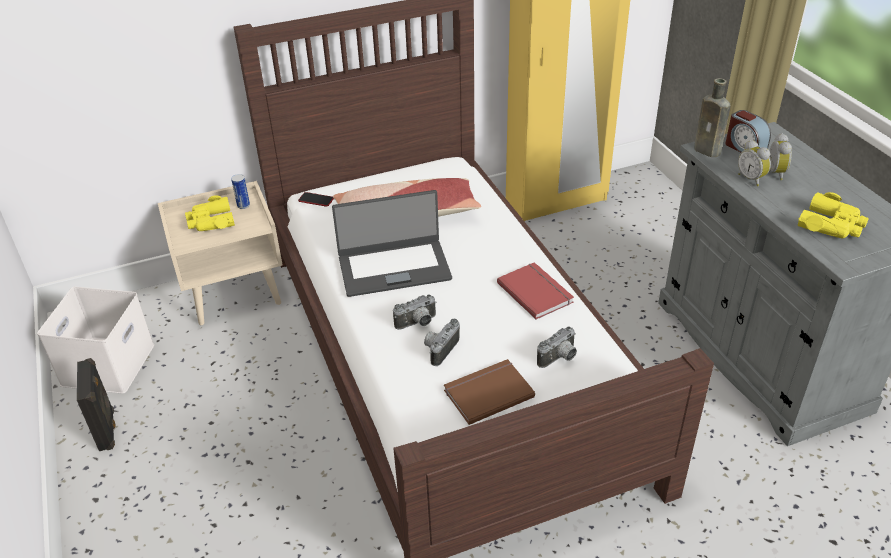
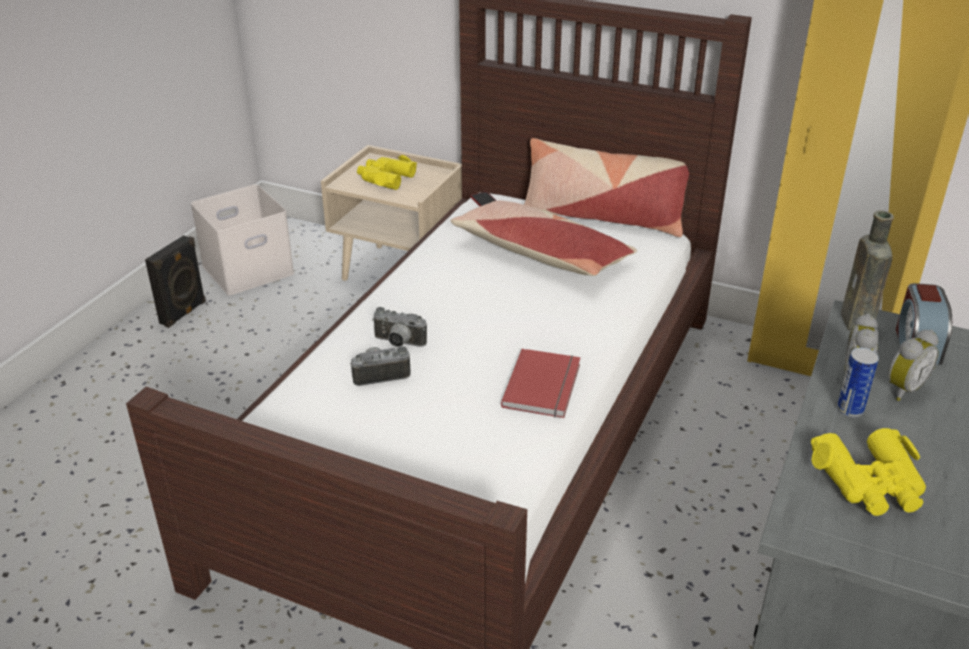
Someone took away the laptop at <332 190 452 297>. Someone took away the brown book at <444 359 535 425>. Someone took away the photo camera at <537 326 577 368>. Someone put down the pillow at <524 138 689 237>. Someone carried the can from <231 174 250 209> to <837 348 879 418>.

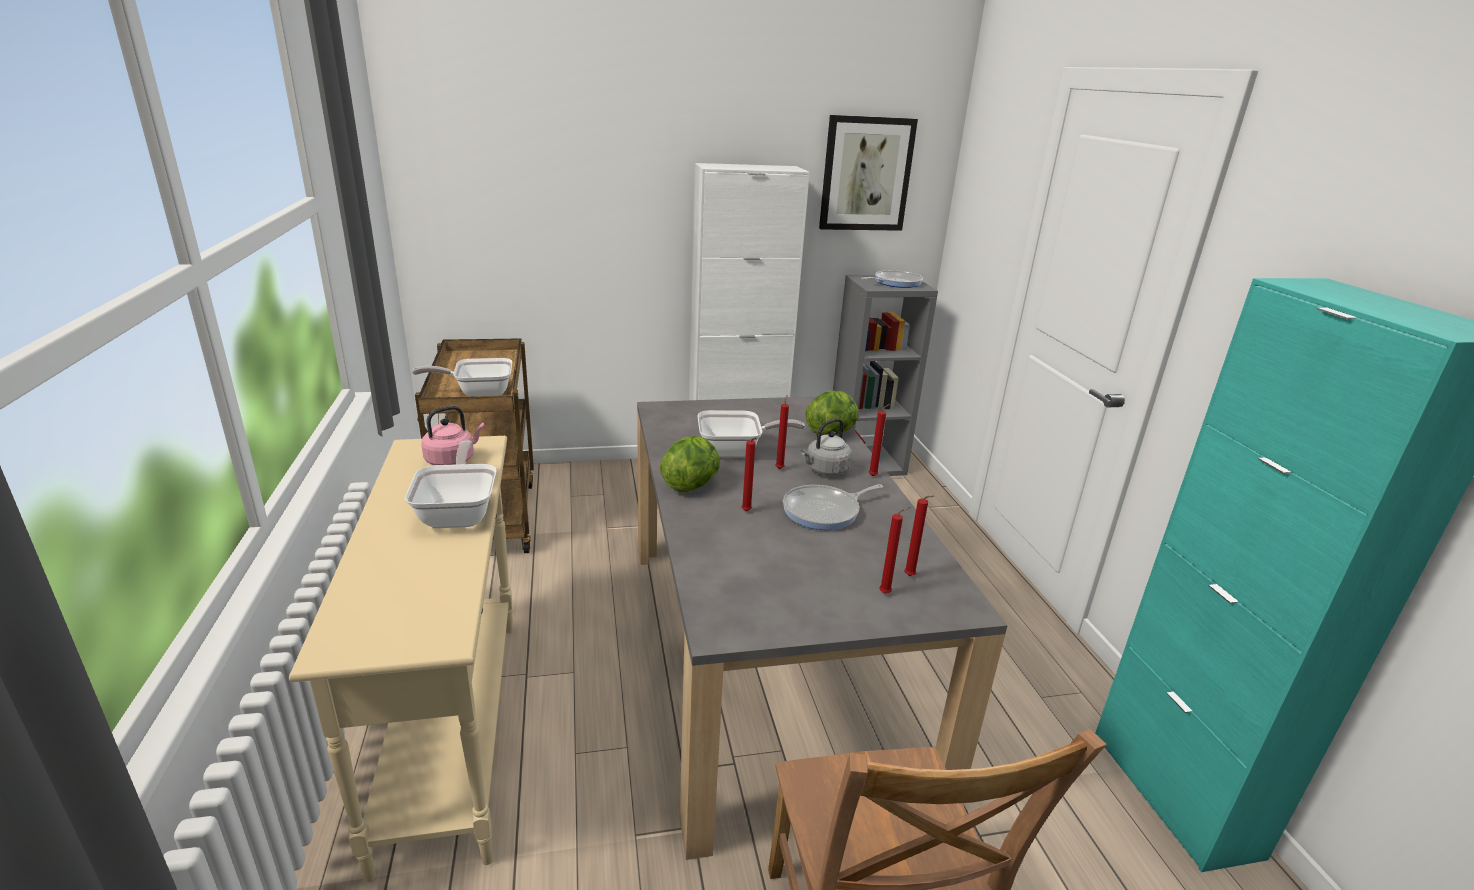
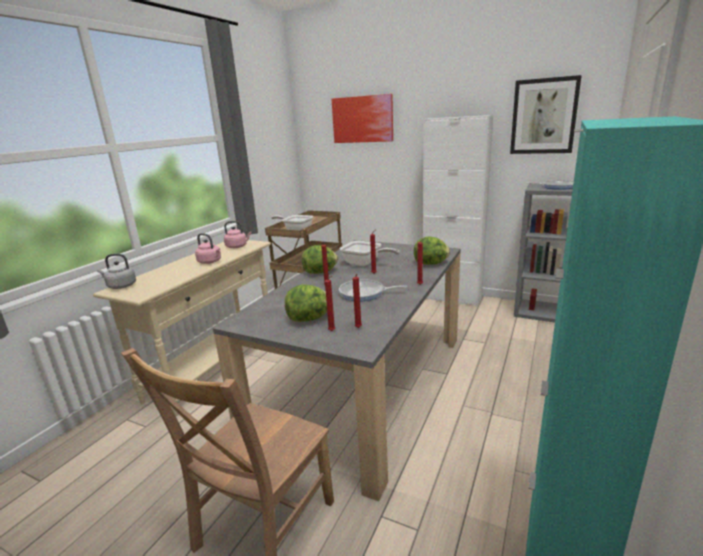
Someone put down the lettuce at <285 285 327 322>. Someone put up the picture at <331 94 393 143>. Someone carried the grey kettle from <801 418 852 476> to <97 254 136 289>. Someone swapped the frying pan at <405 440 496 528> for the pink kettle at <195 233 221 264>.

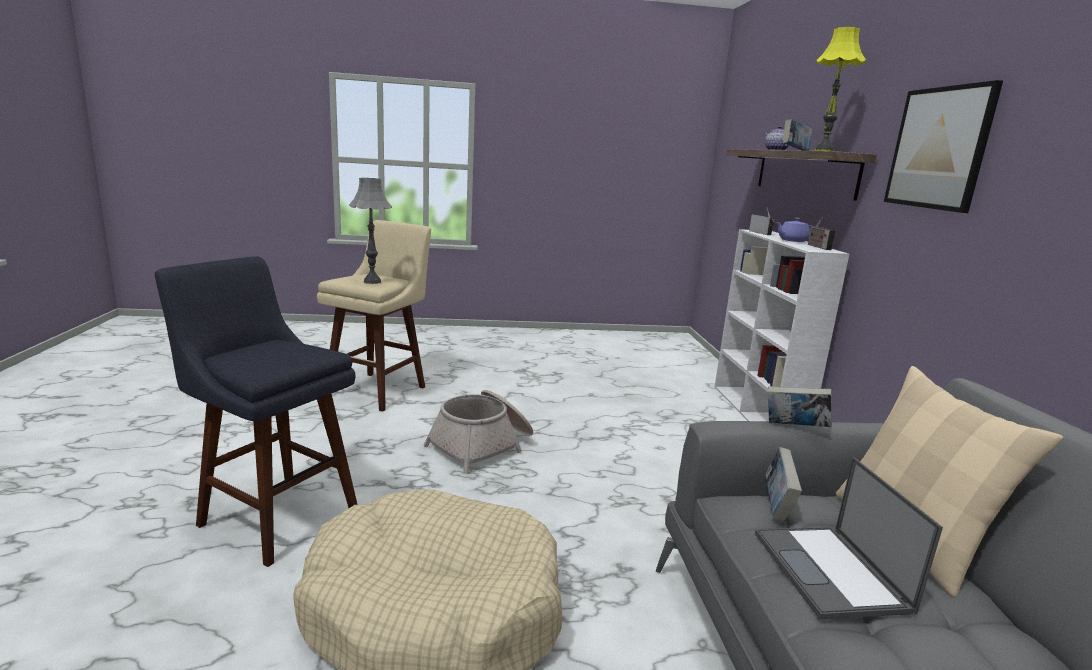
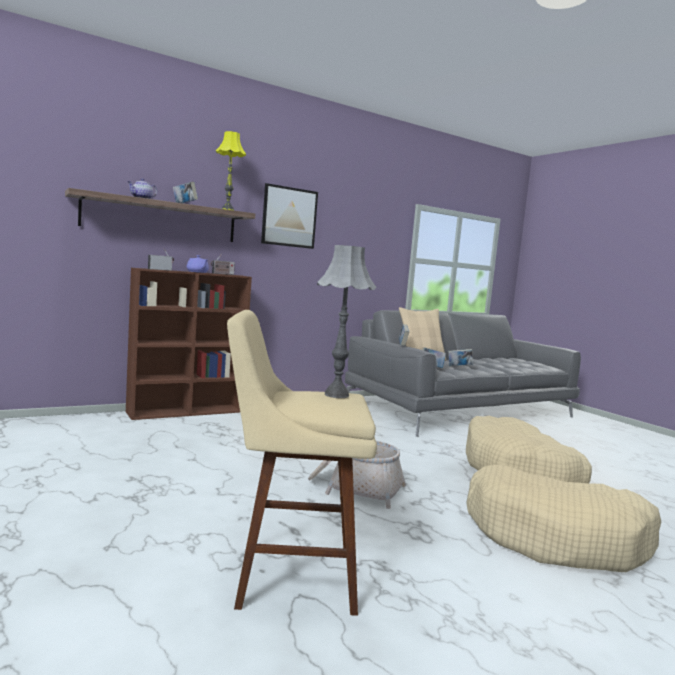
Someone swapped the blue stool at <155 257 358 567> for the beige dog bed at <466 465 661 572>. Someone swapped the laptop at <755 457 943 620> for the book at <448 349 473 366>. Someone repainted the white bookcase at <715 229 849 421>, which became the brown bookcase at <126 268 252 420>.

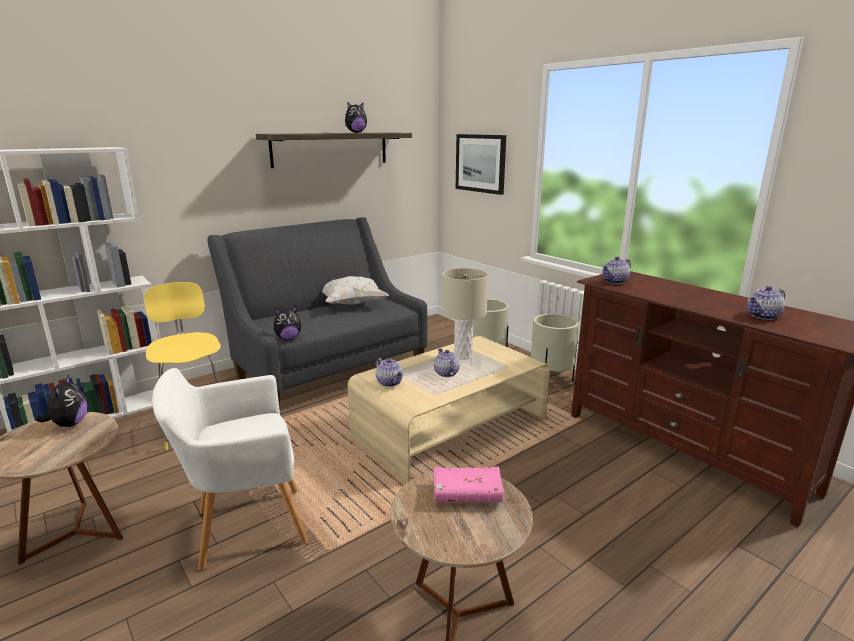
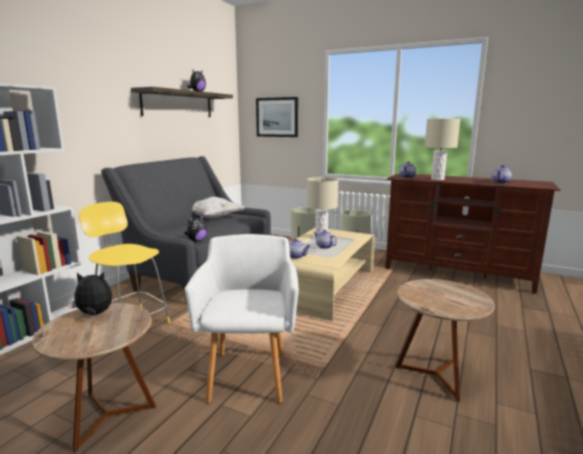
Someone took away the pink book at <433 467 504 502>. Someone put down the beige table lamp at <425 119 460 180>. Someone rotated the plush toy at <36 375 87 427> by 60 degrees counterclockwise. Someone rotated the white armchair at <152 368 309 571> by 135 degrees clockwise.

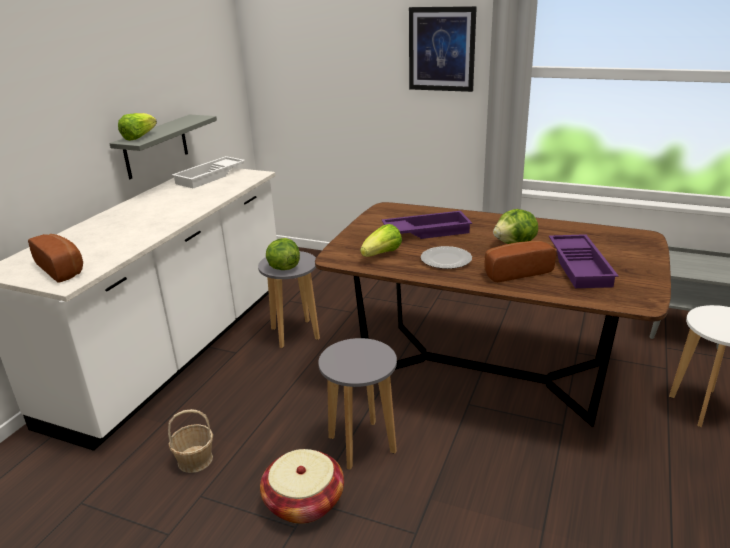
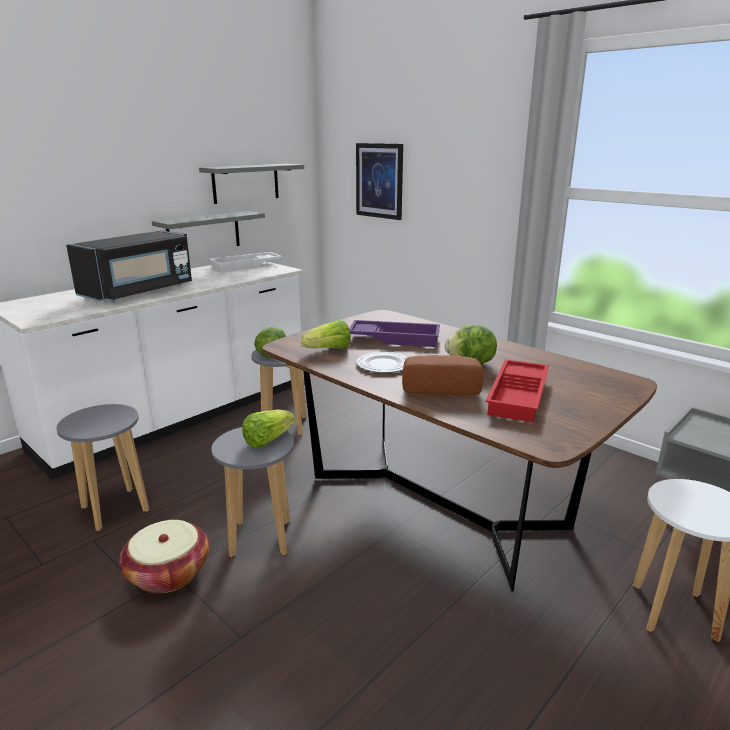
Someone took away the bread at <28 234 83 283>. Someone put down the black microwave at <66 230 192 302>. Someone put up the grey shelf at <199 164 304 204>. Someone carried the lettuce from <118 113 157 141> to <242 410 295 448>. Someone carried the picture from <409 6 477 92> to <356 143 403 220>. Someone swapped the basket at <168 409 213 473> for the grey stool at <56 404 149 531>. Someone repainted the purple tray at <549 234 618 288>, which became the red tray at <486 359 549 422>.

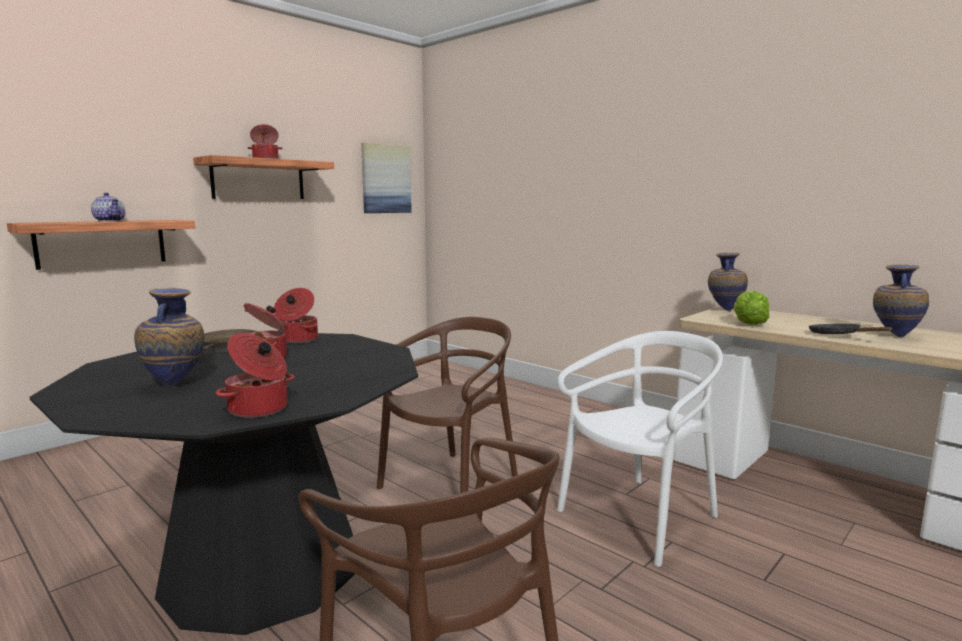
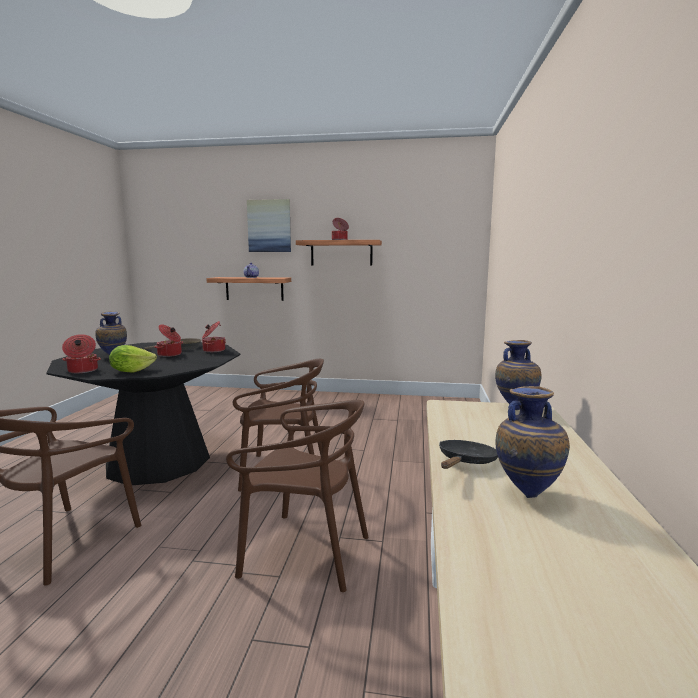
Someone carried the picture from <361 143 412 213> to <247 199 291 252>. Someone carried the lettuce from <733 291 769 325> to <109 345 157 373>. Someone repainted the white chair at <557 331 723 567>, which became the brown chair at <226 400 368 592>.

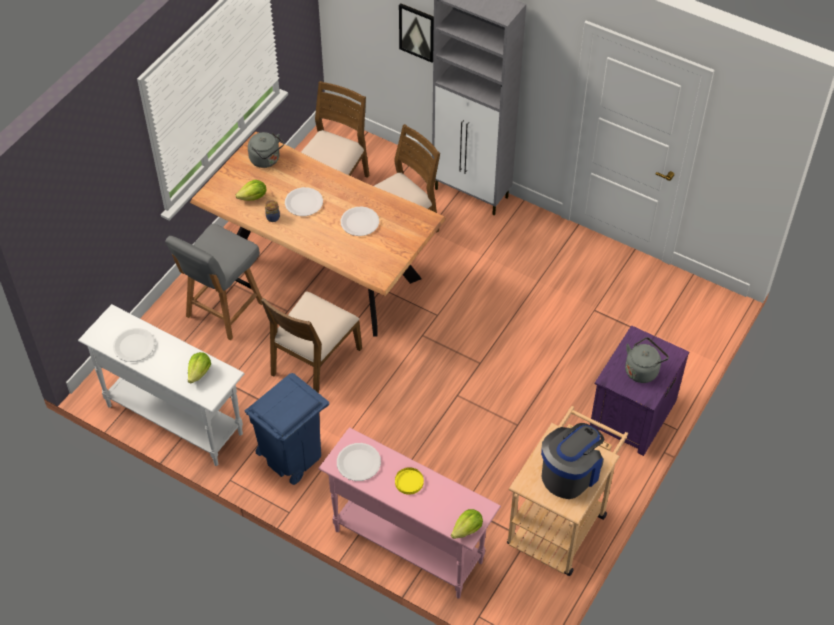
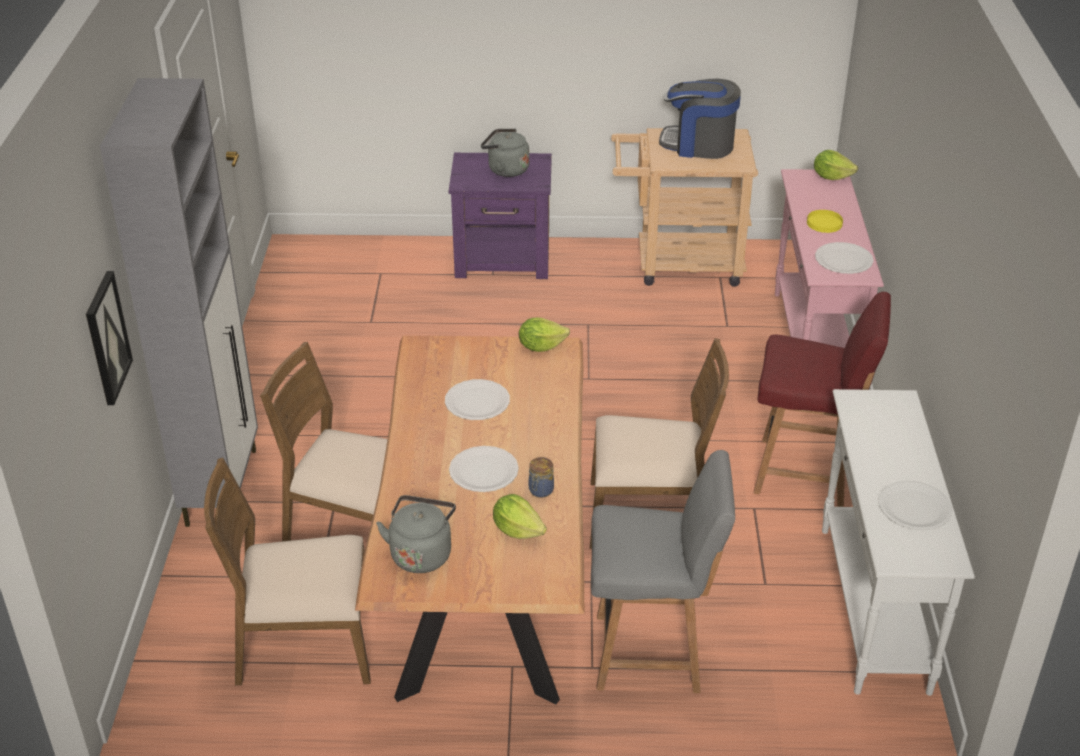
Someone carried the lettuce from <188 352 211 383> to <519 318 570 352>. Someone swapped the blue trash can at <245 373 329 485> for the red chair at <754 292 891 507>.

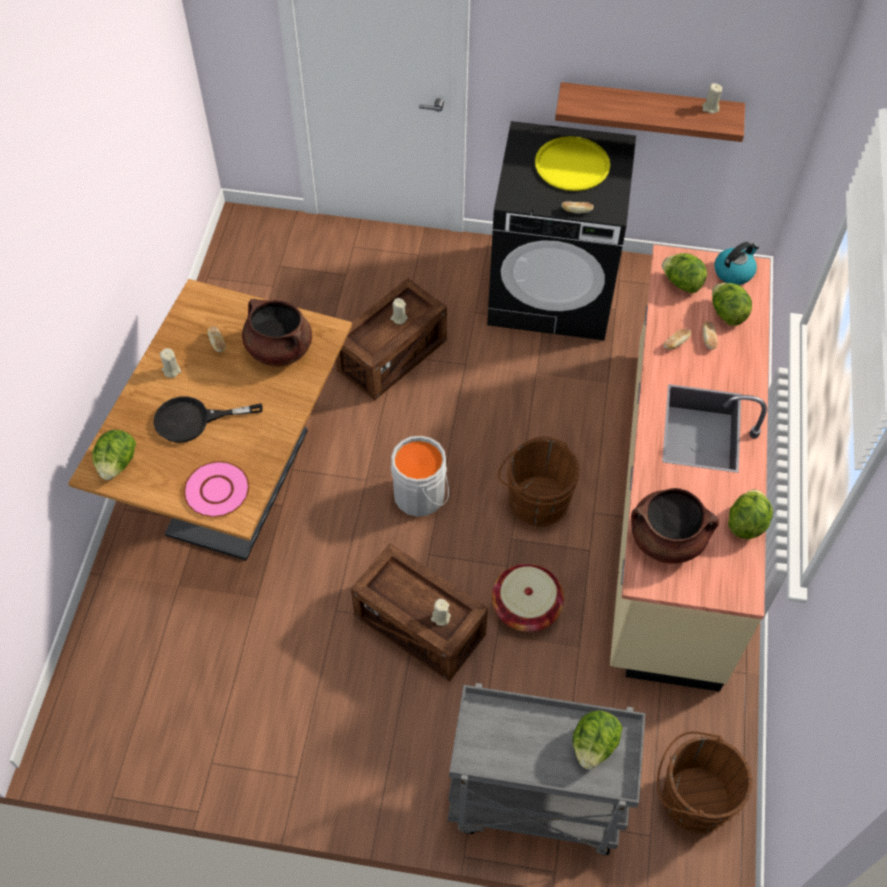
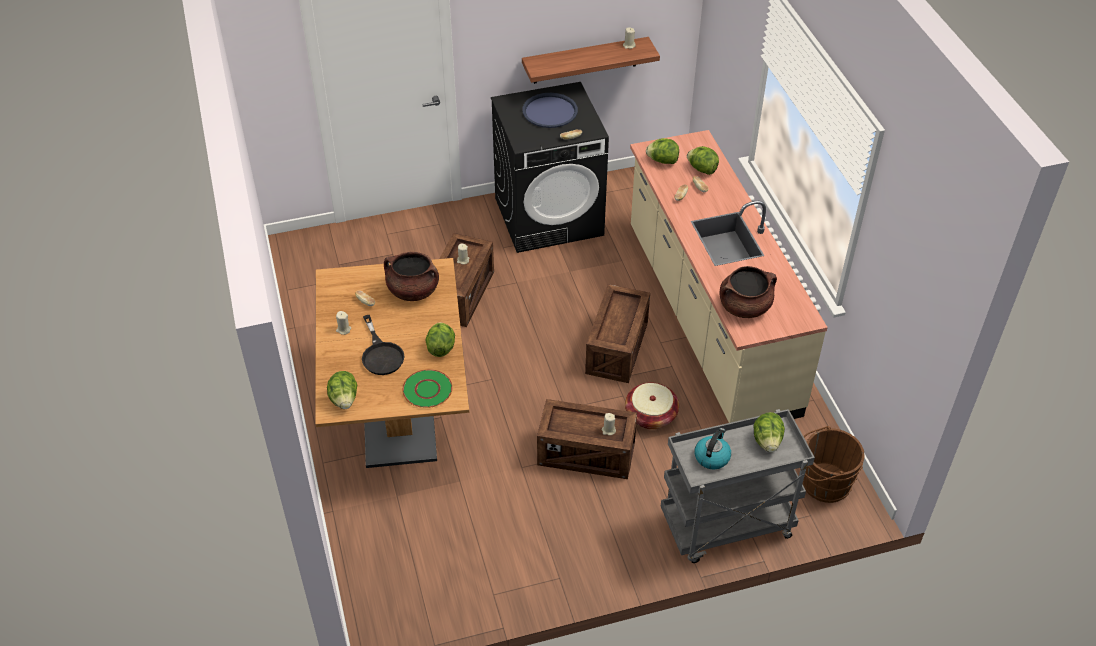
Someone took away the grey bucket at <391 435 449 517>. Someone carried the kettle from <714 242 759 285> to <695 428 731 469>. Someone carried the lettuce from <728 489 773 539> to <426 322 455 357>. Someone swapped the brown bucket at <498 436 579 526> for the crate at <585 284 650 383>. Someone repainted the pink plate at <183 461 250 518>, which became the green plate at <402 369 453 408>. Someone repainted the yellow tray at <535 136 610 191>, which became the blue tray at <522 93 578 128>. Someone rotated the black frying pan at <153 396 263 443> by 75 degrees counterclockwise.

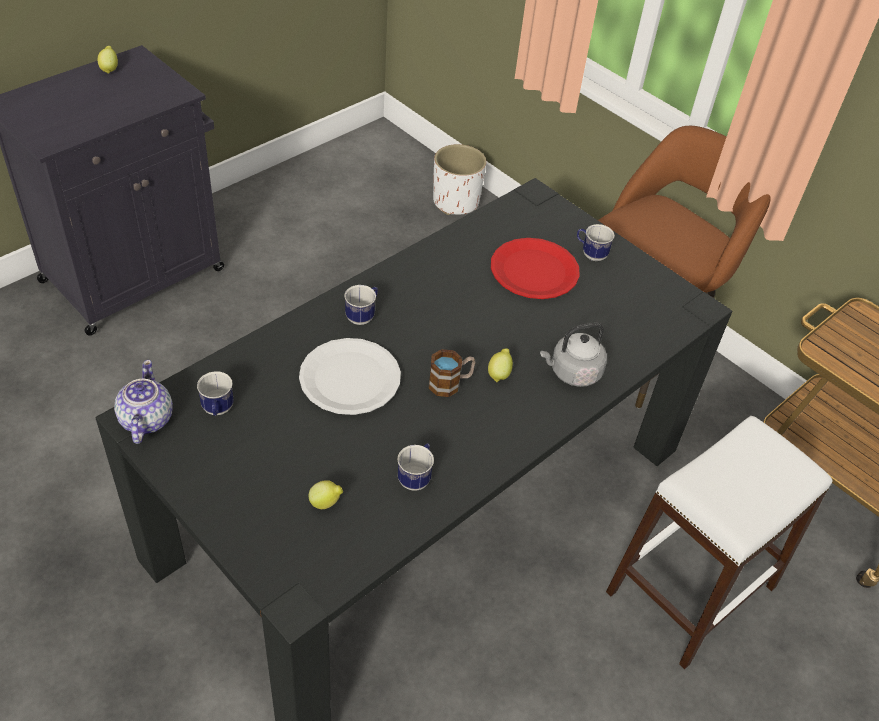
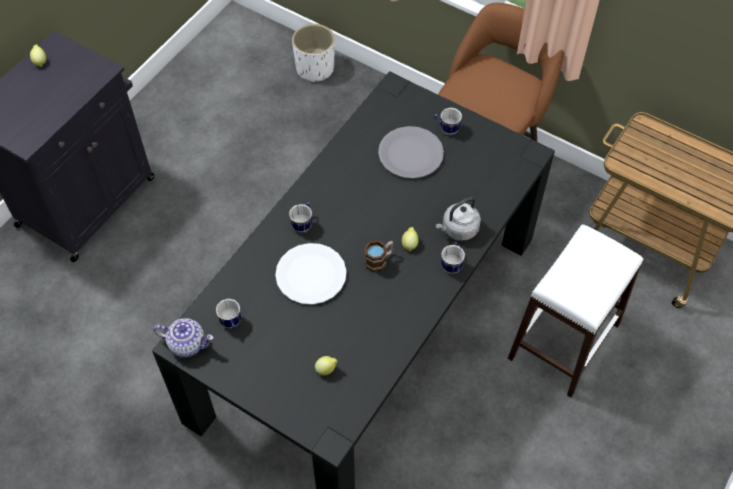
Someone carried the mug from <398 443 434 491> to <441 242 465 274>. Someone repainted the red plate at <491 238 580 299>, which became the grey plate at <378 126 444 179>. Someone rotated the teapot at <114 360 173 444> by 120 degrees clockwise.

